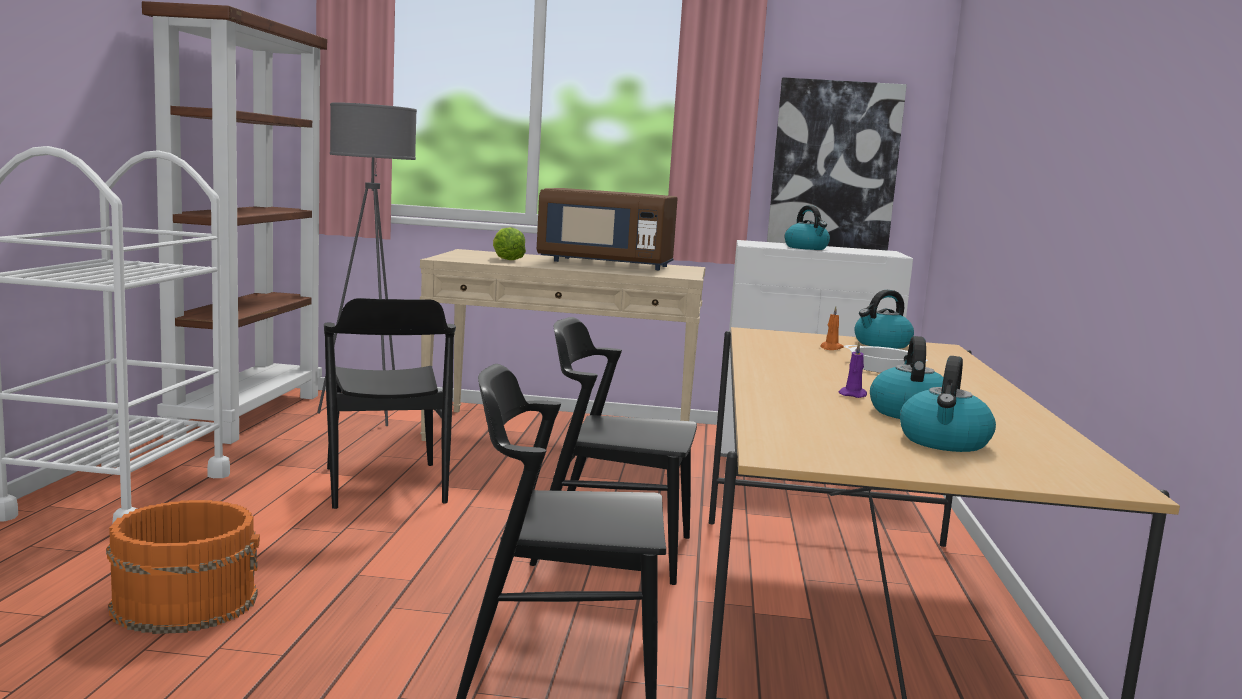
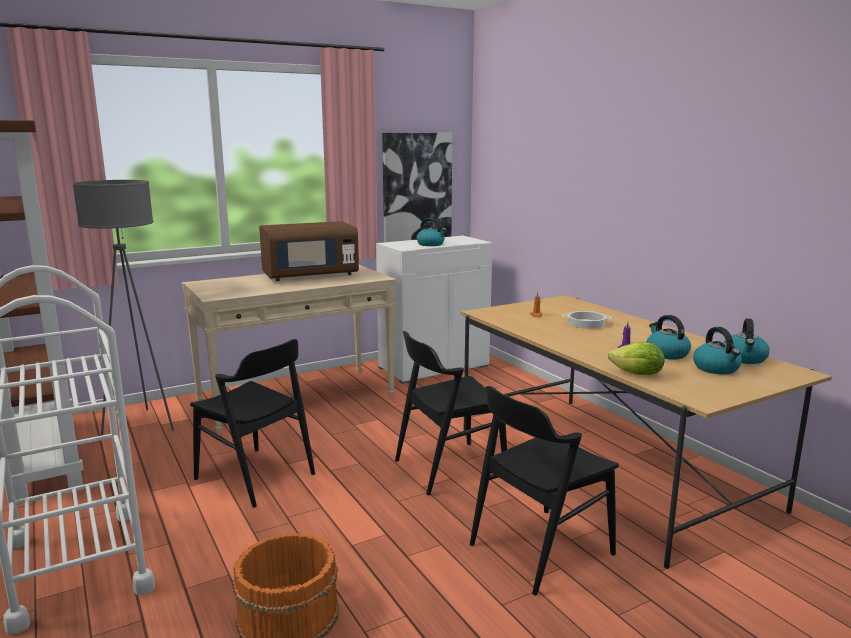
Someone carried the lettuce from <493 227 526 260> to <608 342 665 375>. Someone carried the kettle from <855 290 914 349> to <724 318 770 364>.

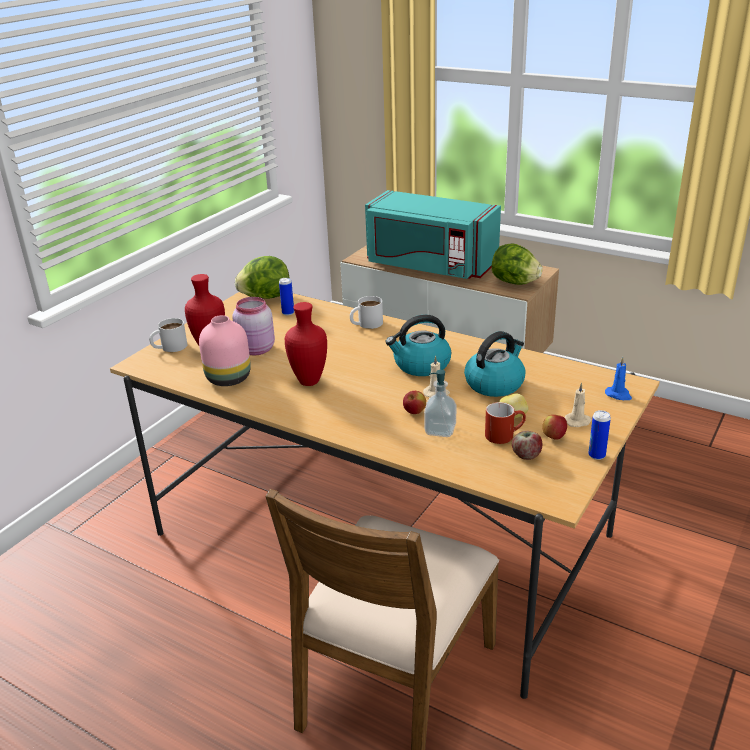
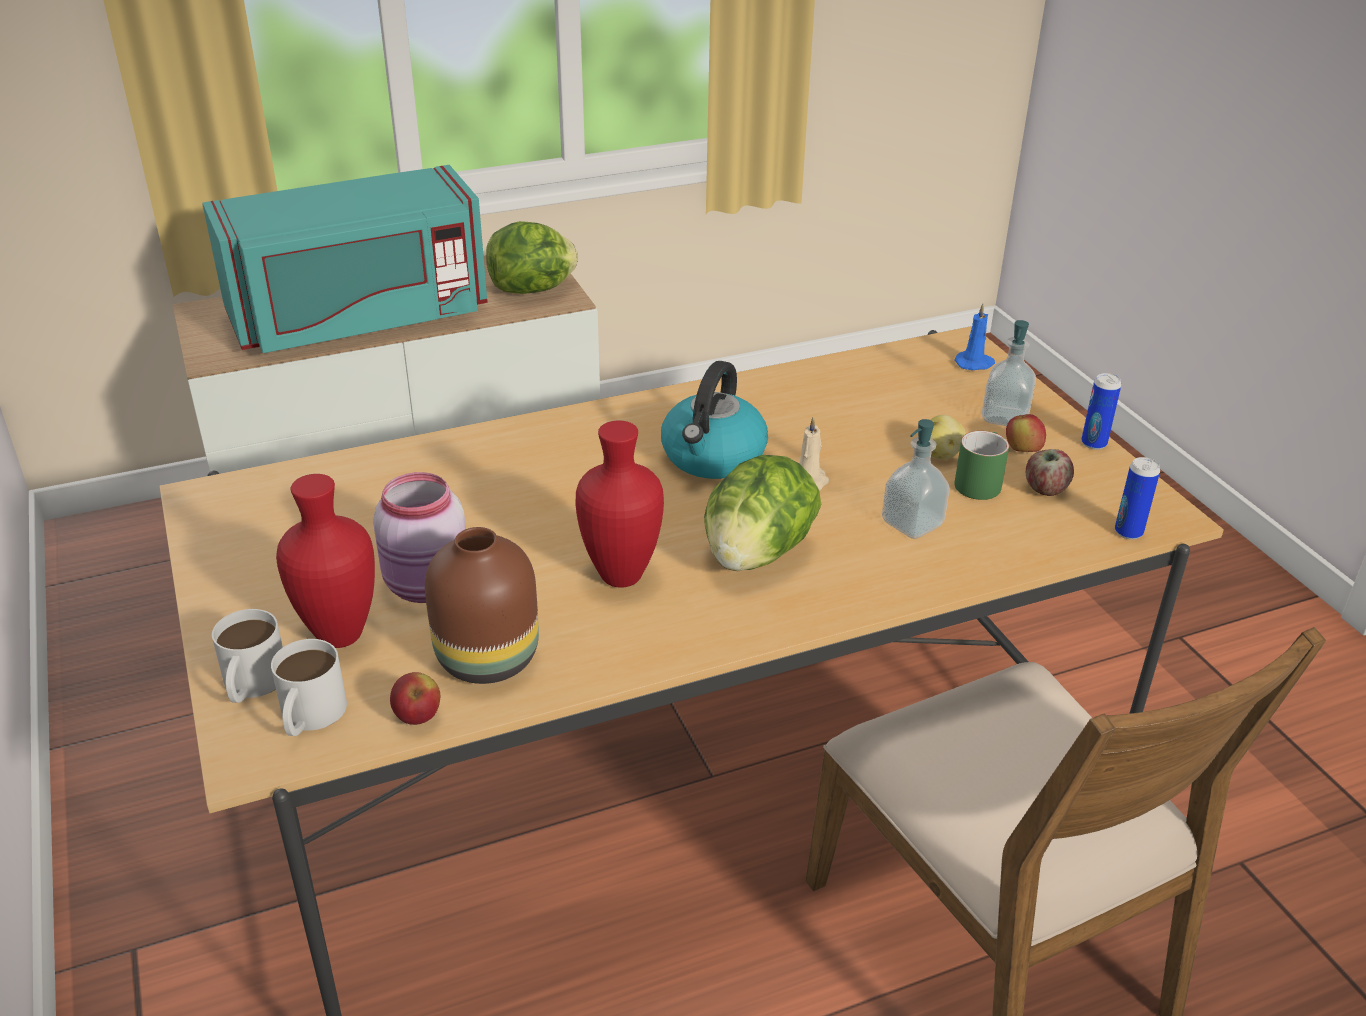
Someone took away the kettle at <464 331 526 397>. Someone carried the lettuce from <235 256 290 299> to <704 455 821 571>. Someone carried the can from <279 278 294 315> to <1115 457 1160 540>. Someone carried the white mug from <350 296 383 329> to <271 639 347 736>. Someone carried the apple from <403 391 426 414> to <390 672 440 725>. Someone swapped the beige candle at <565 382 592 427> for the soap dispenser at <982 320 1036 426>. Someone repainted the pink vase at <199 315 251 386>, which became the brown vase at <425 527 539 684>. Someone repainted the red mug at <485 402 526 444>, which became the green mug at <955 431 1009 500>.

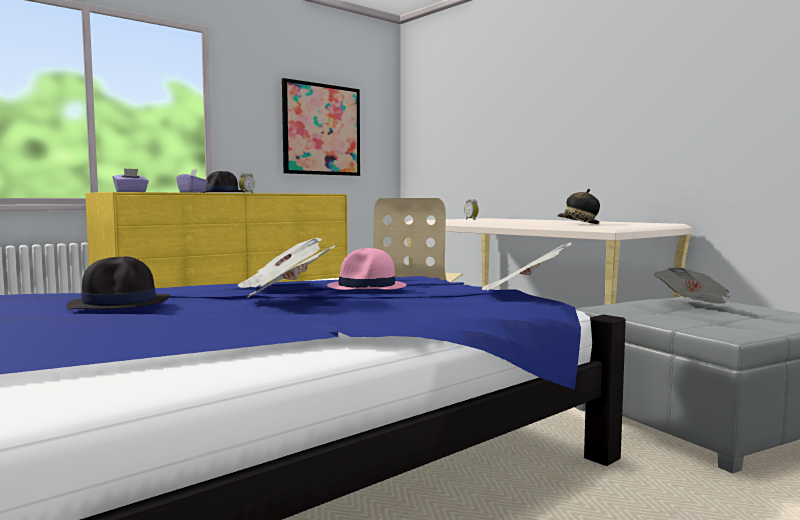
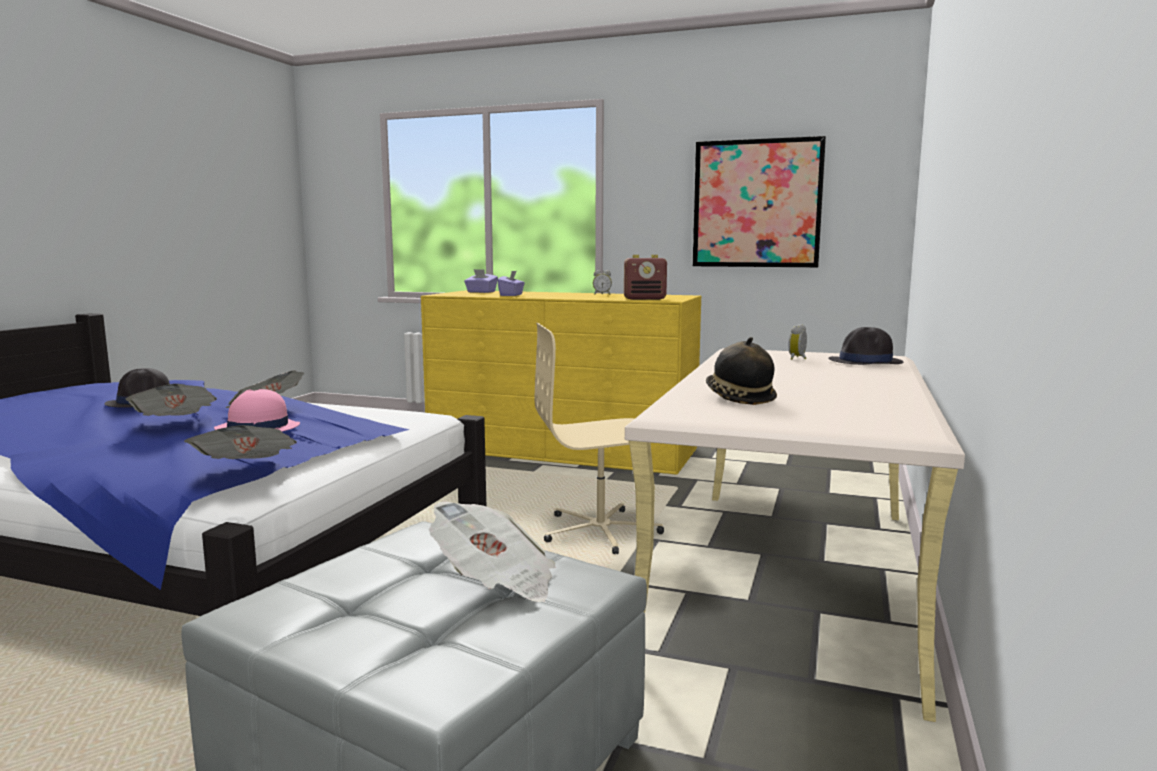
Someone put down the radio at <624 255 667 300>. Someone carried the black hat from <203 171 245 193> to <828 327 903 365>.

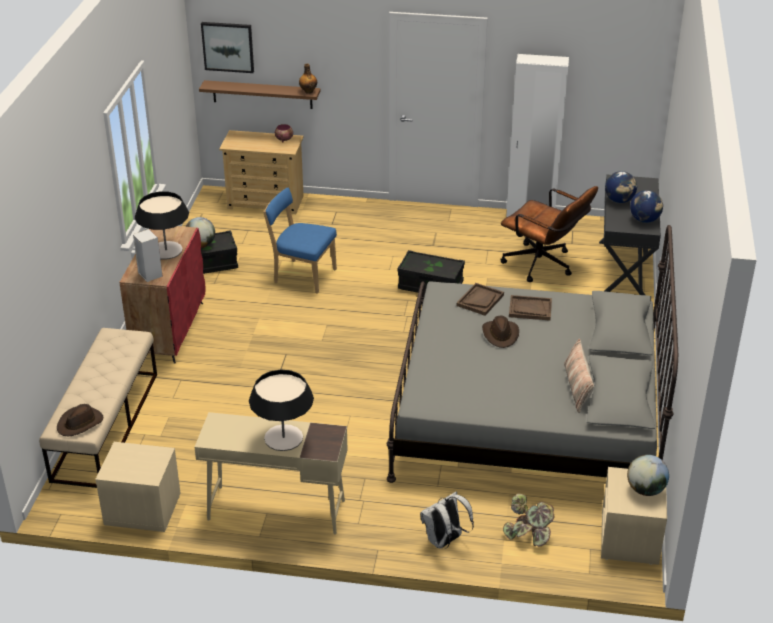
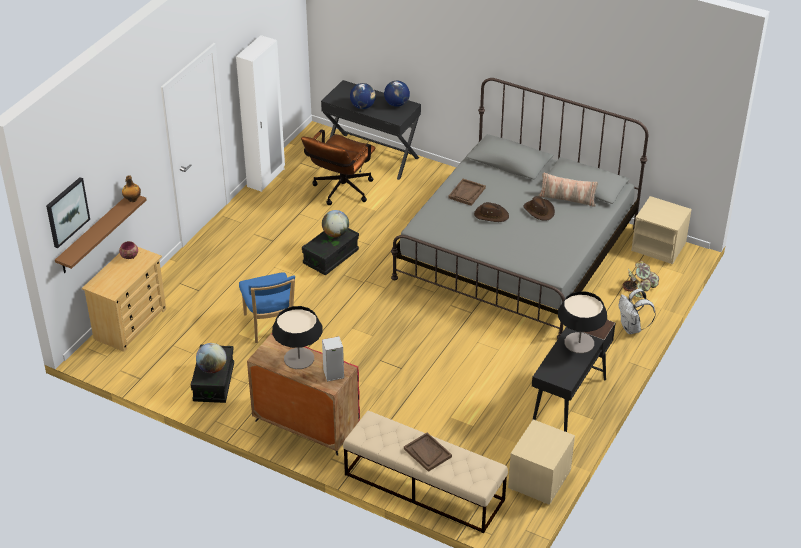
Someone carried the brown hat from <57 404 103 436> to <523 196 555 221>. Someone carried the brown tray from <457 283 504 316> to <404 433 452 472>. Someone carried the globe from <627 455 669 496> to <322 210 349 237>. Someone repainted the beige desk at <194 412 347 535>, which became the black desk at <532 320 615 432>. Someone rotated the blue chair at <263 188 337 294> by 60 degrees counterclockwise. Someone rotated the brown office chair at <500 186 598 282> by 150 degrees clockwise.

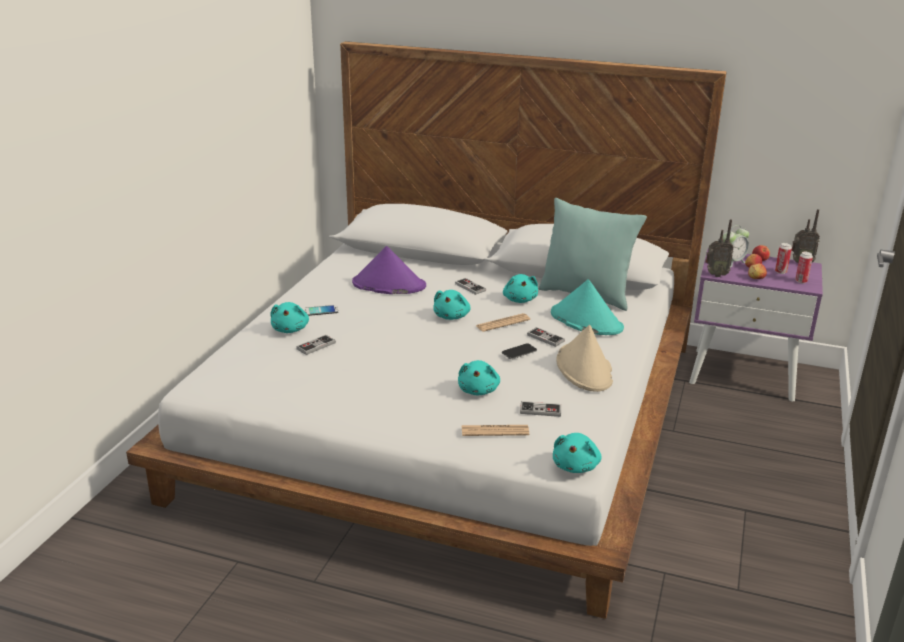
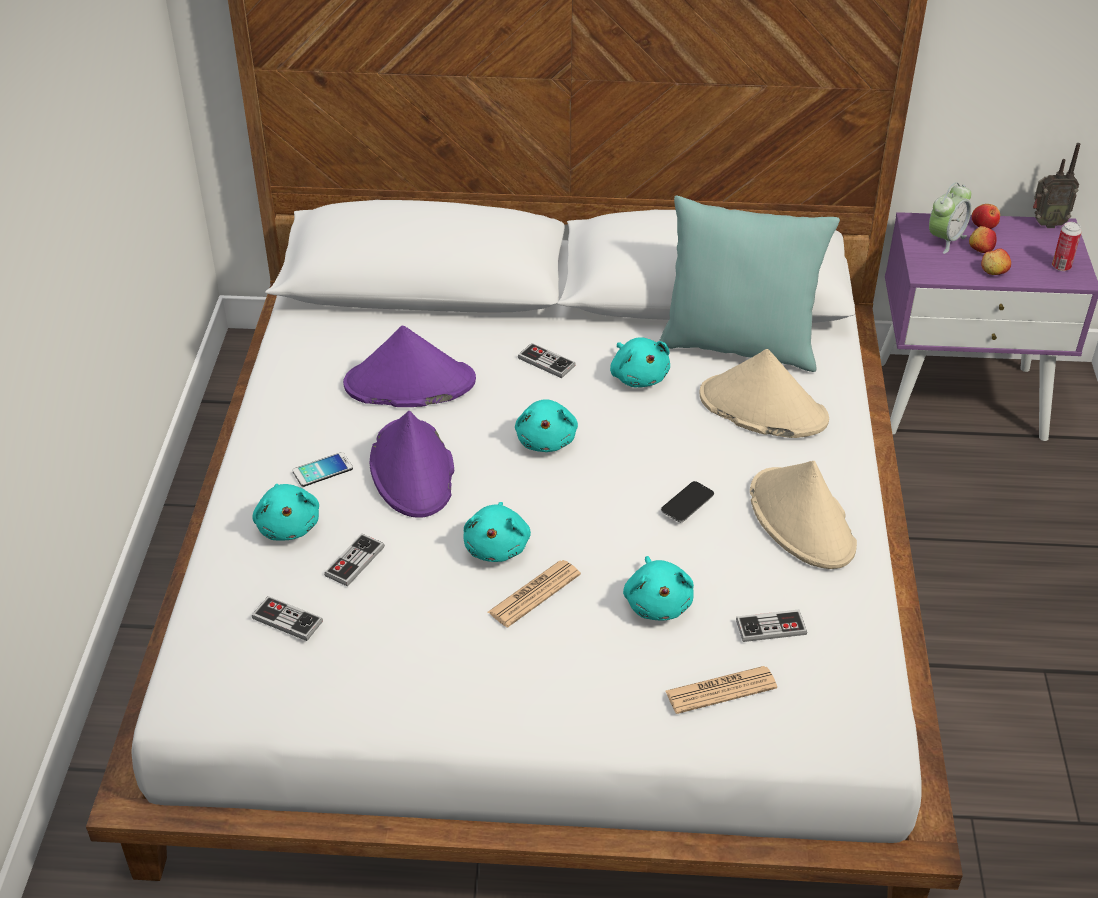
Someone took away the radio at <705 219 734 277>. Someone took away the can at <775 243 792 274>. Someone put down the purple hat at <369 411 454 518>. Someone carried the newspaper from <476 313 530 332> to <488 560 581 627>. Someone carried the game controller from <527 327 565 347> to <252 596 323 641>. Someone carried the turquoise plush toy from <553 433 602 473> to <463 502 531 562>. Someone repainted the turquoise hat at <551 279 624 335>, which became the beige hat at <699 349 829 438>.

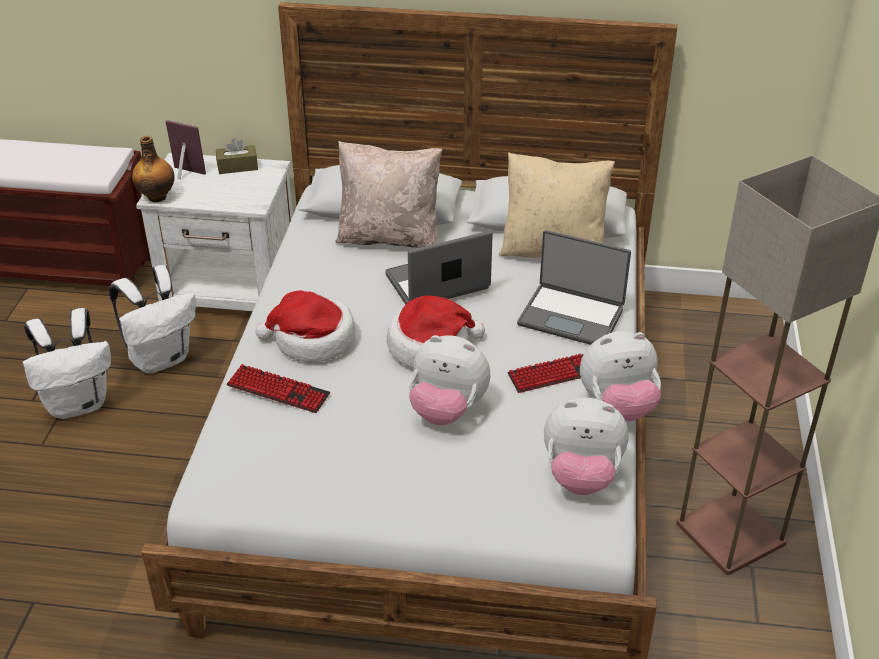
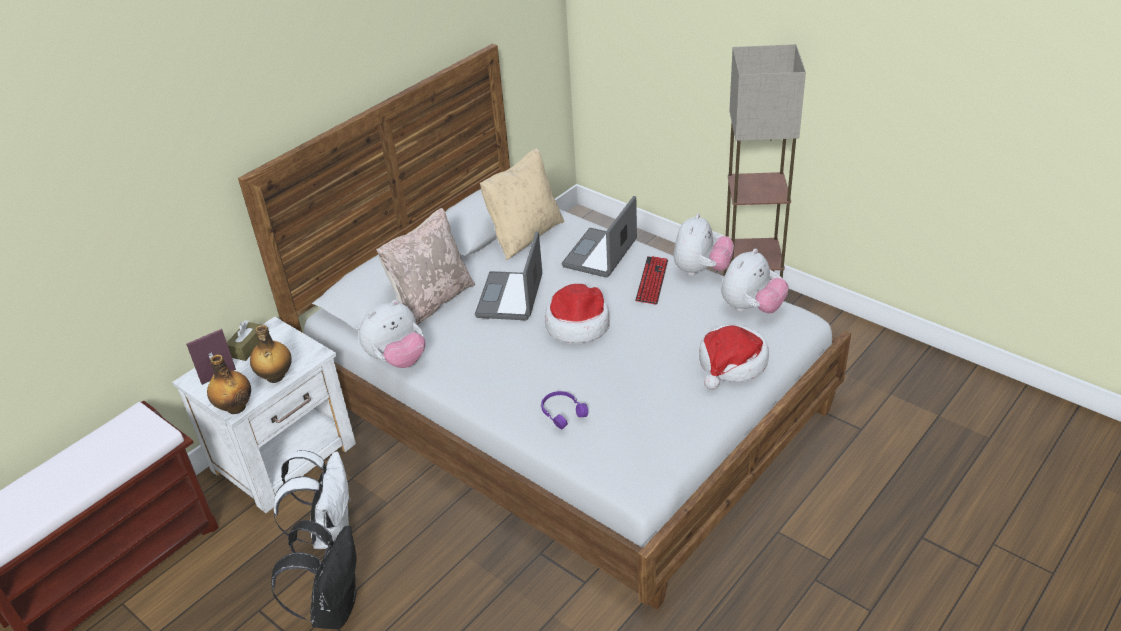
Someone put down the bottle at <250 325 292 383>. Someone carried the hat from <255 290 356 362> to <699 325 769 390>. Someone carried the plush toy from <409 335 490 425> to <359 300 425 368>. Someone swapped the keyboard at <226 364 330 413> for the purple headphones at <541 391 588 430>. Someone repainted the white backpack at <23 308 111 419>, which became the black backpack at <271 520 357 629>. Someone rotated the laptop at <517 230 631 345> by 150 degrees clockwise.

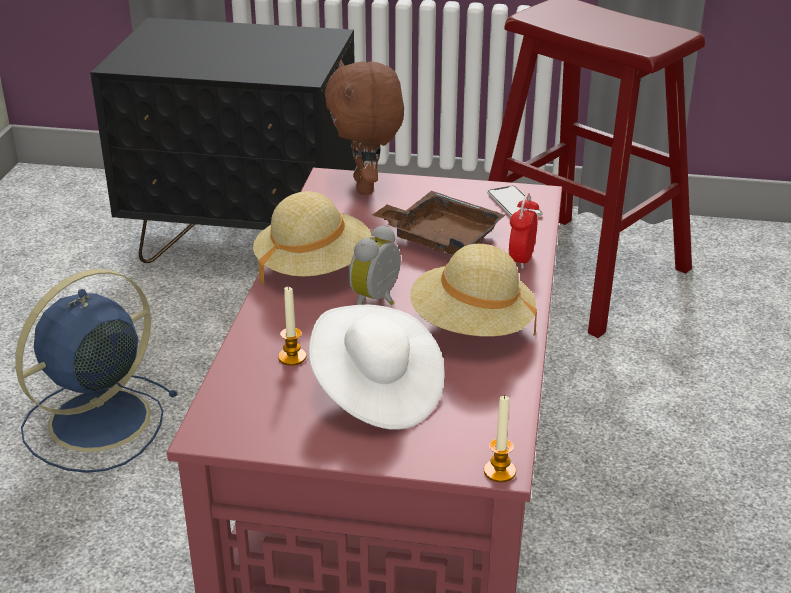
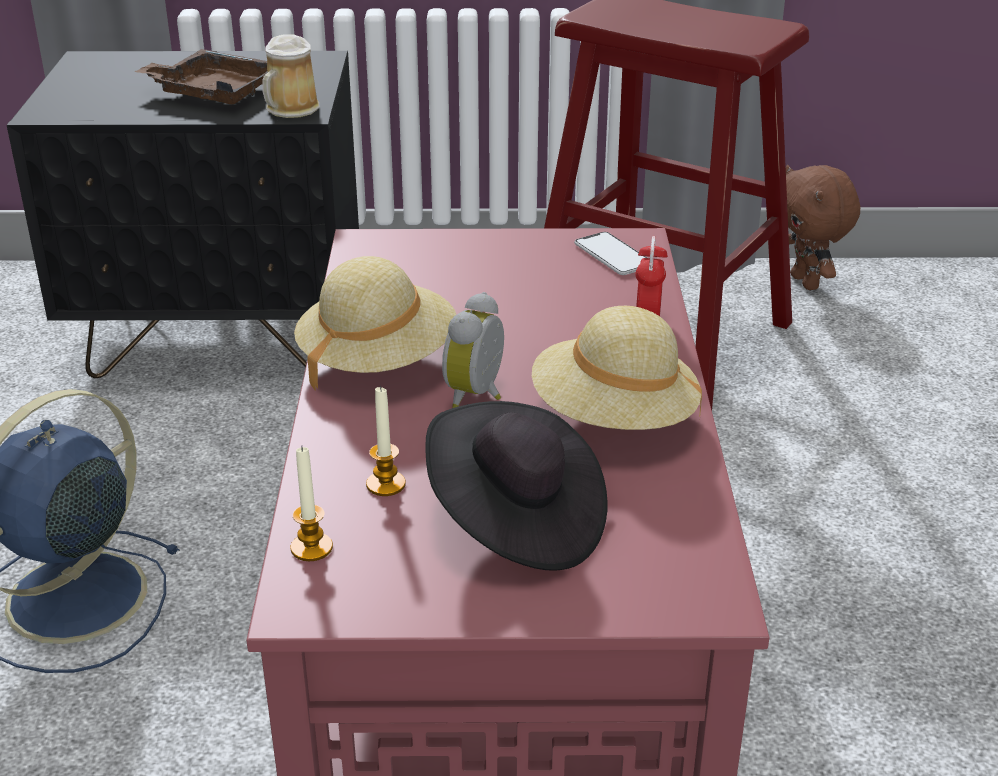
Someone put down the mug at <262 34 319 118>. Someone carried the brown plush toy from <325 60 404 195> to <786 165 860 290>. Someone carried the brown tray from <372 191 505 255> to <134 49 267 104>. Someone carried the candle from <484 395 516 482> to <290 446 333 561>. Someone repainted the white hat at <309 305 444 430>, which became the black hat at <425 401 607 571>.

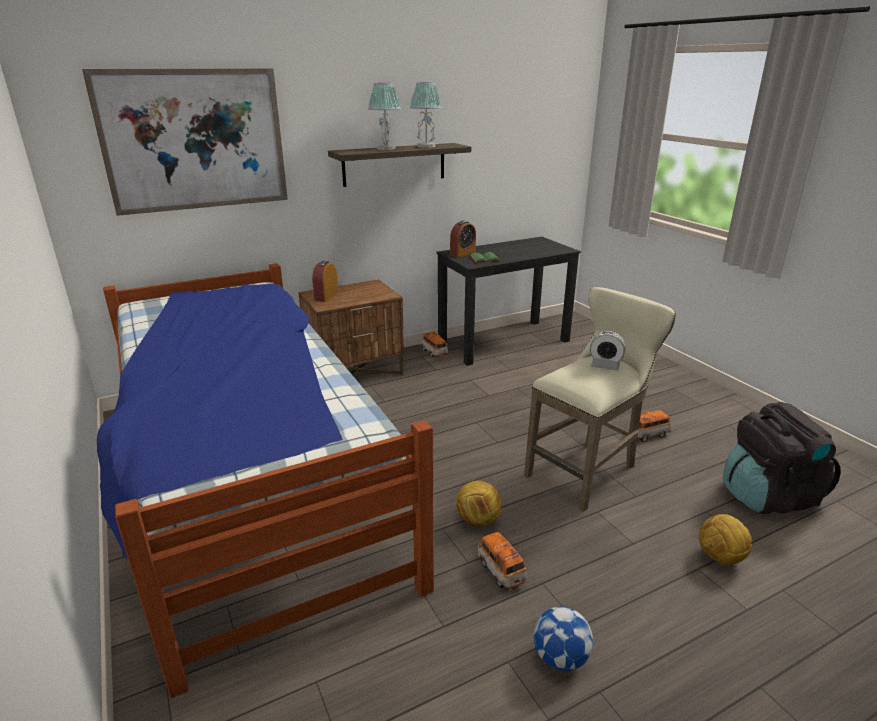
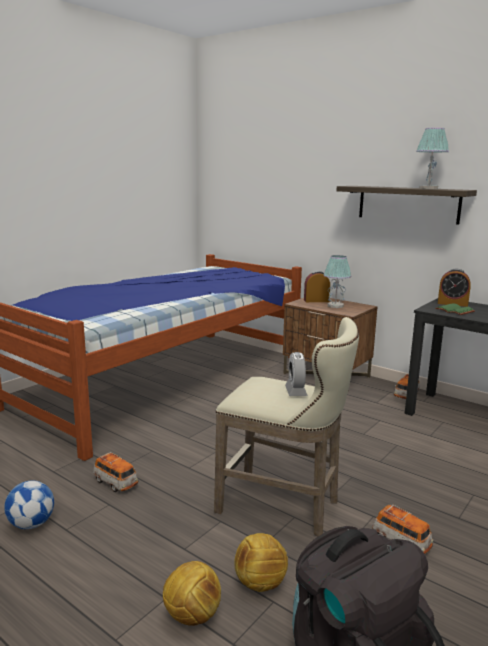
Someone took away the picture at <82 68 288 216>. Someone carried the table lamp from <368 83 401 150> to <324 255 351 308>. Someone carried the football from <456 481 501 527> to <234 533 288 592>. Someone rotated the toy car at <477 532 527 590> by 90 degrees clockwise.

